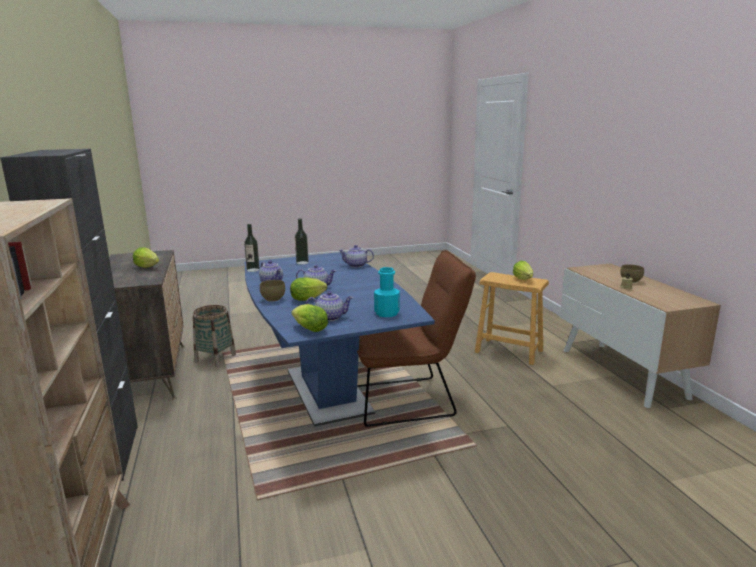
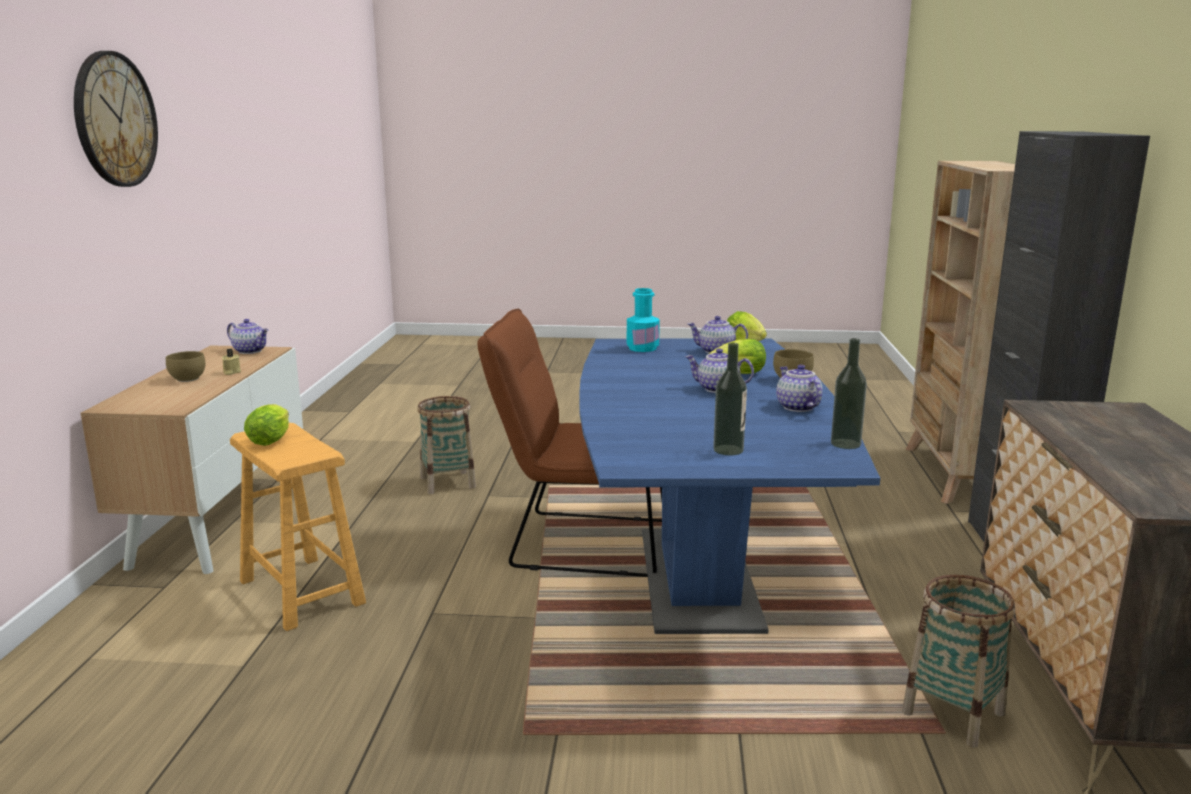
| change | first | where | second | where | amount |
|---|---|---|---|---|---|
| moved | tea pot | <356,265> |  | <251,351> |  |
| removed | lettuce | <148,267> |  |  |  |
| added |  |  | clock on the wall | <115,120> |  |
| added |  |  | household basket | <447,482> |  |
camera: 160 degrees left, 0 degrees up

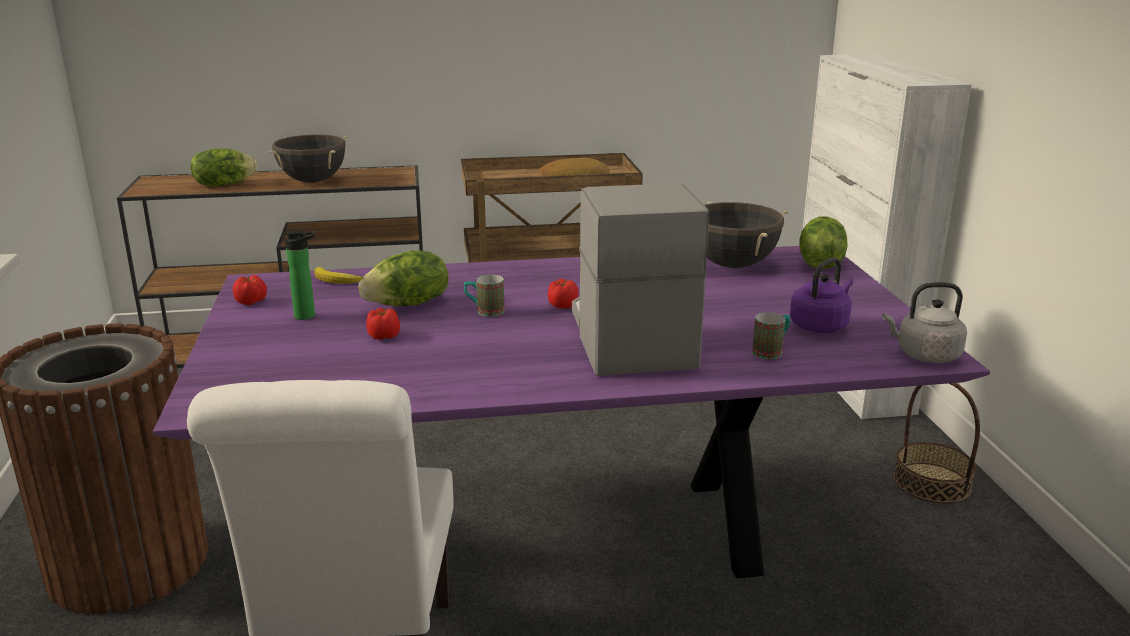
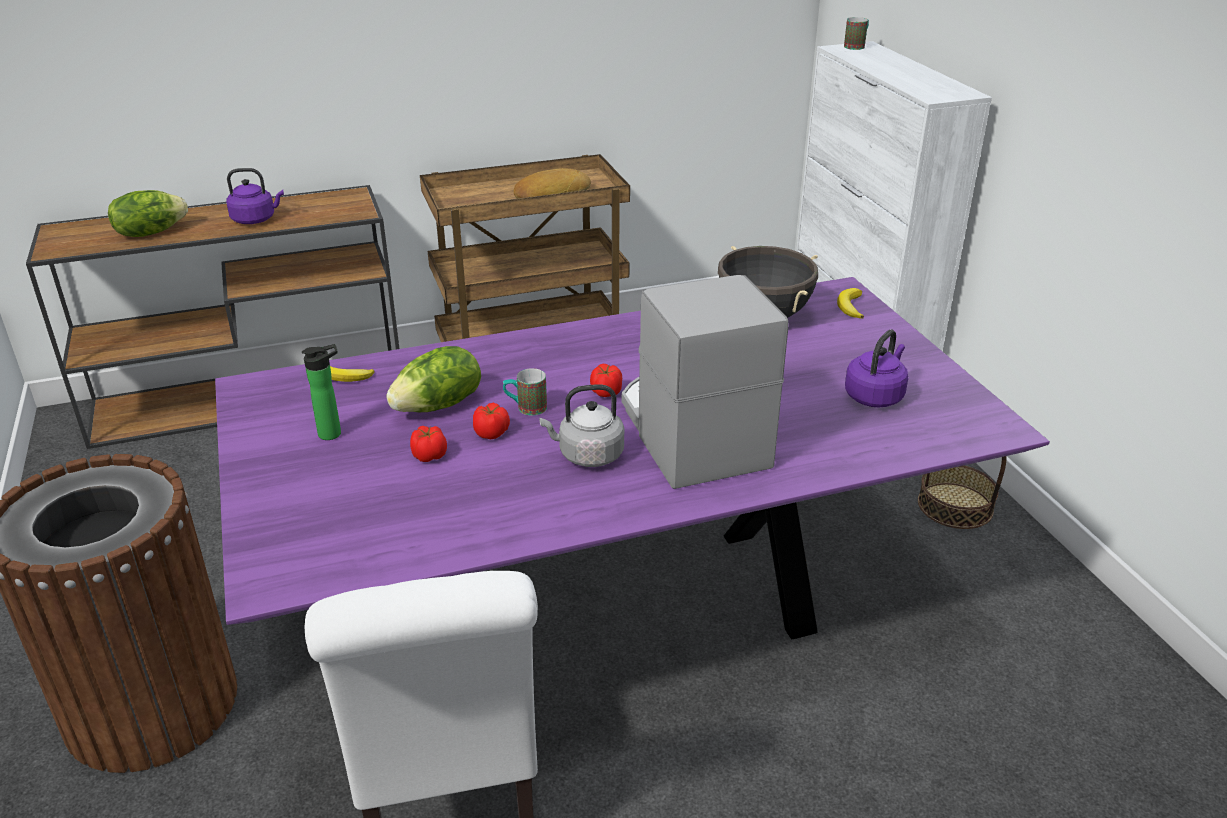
| change | first | where | second | where | amount |
|---|---|---|---|---|---|
| replaced | blackish stockpot | <313,181> | purplish kettle | <256,219> |  |
| replaced | lettuce | <819,263> | whole banana | <850,306> |  |
| moved | whole tomato | <251,302> |  | <492,433> |  |
| moved | greyish kettle | <924,355> |  | <587,455> |  |
| moved | coffee mug | <771,351> |  | <856,46> |  |
camera: 10 degrees left, 10 degrees up

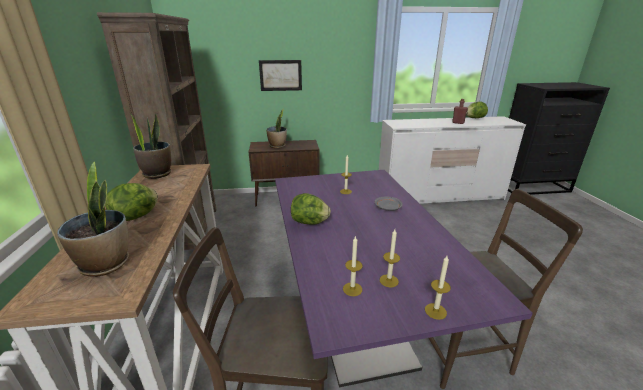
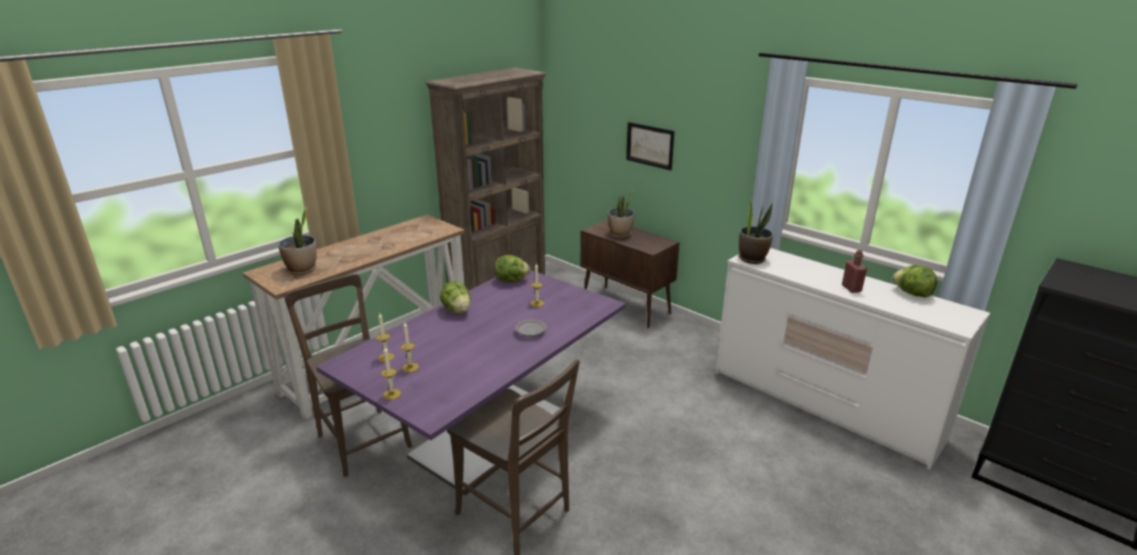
| change | first | where | second | where | amount |
|---|---|---|---|---|---|
| moved | plant in a pot | <157,174> |  | <752,259> |  |
| moved | lettuce | <137,216> |  | <511,280> |  |
camera: 50 degrees right, 0 degrees up

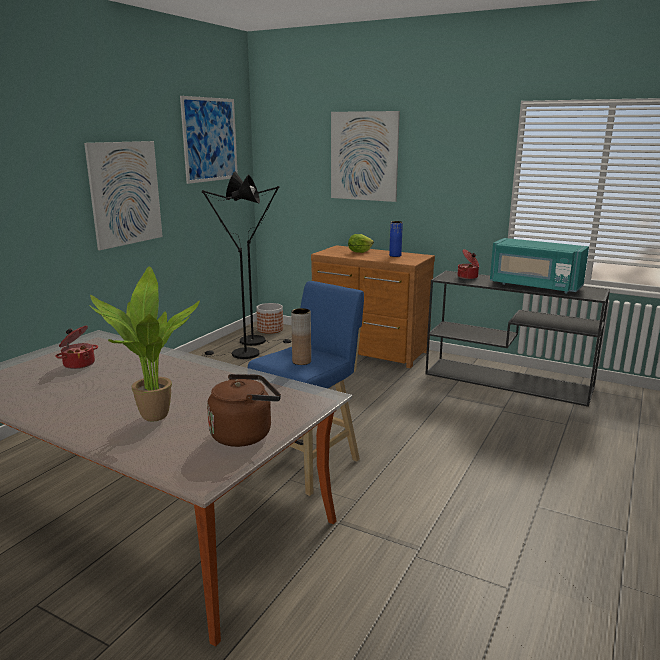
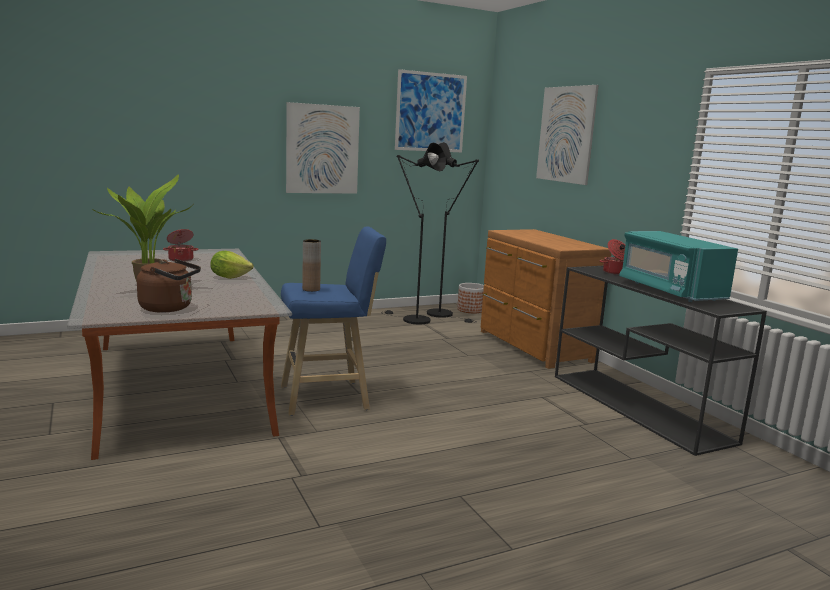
| change | first | where | second | where | amount |
|---|---|---|---|---|---|
| removed | blue-coloured flower vase | <395,255> |  |  |  |
| moved | lettuce | <359,252> |  | <229,277> |  |
camera: 35 degrees right, 5 degrees down

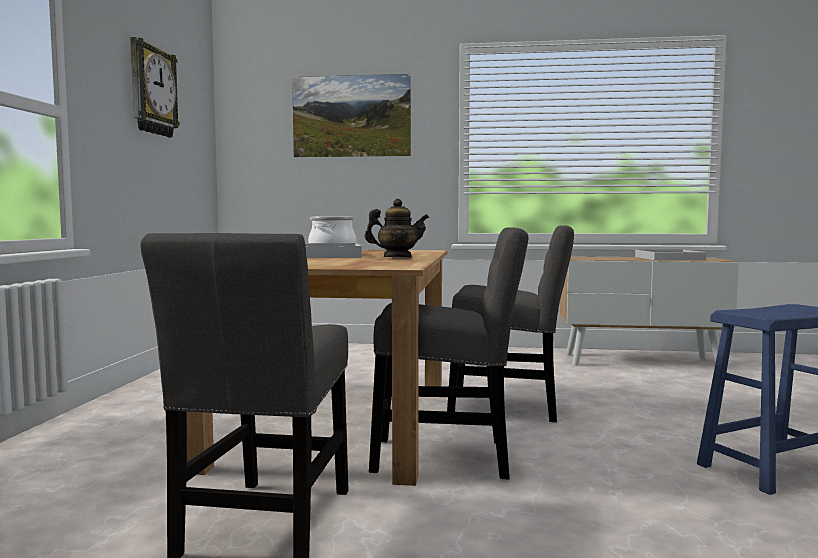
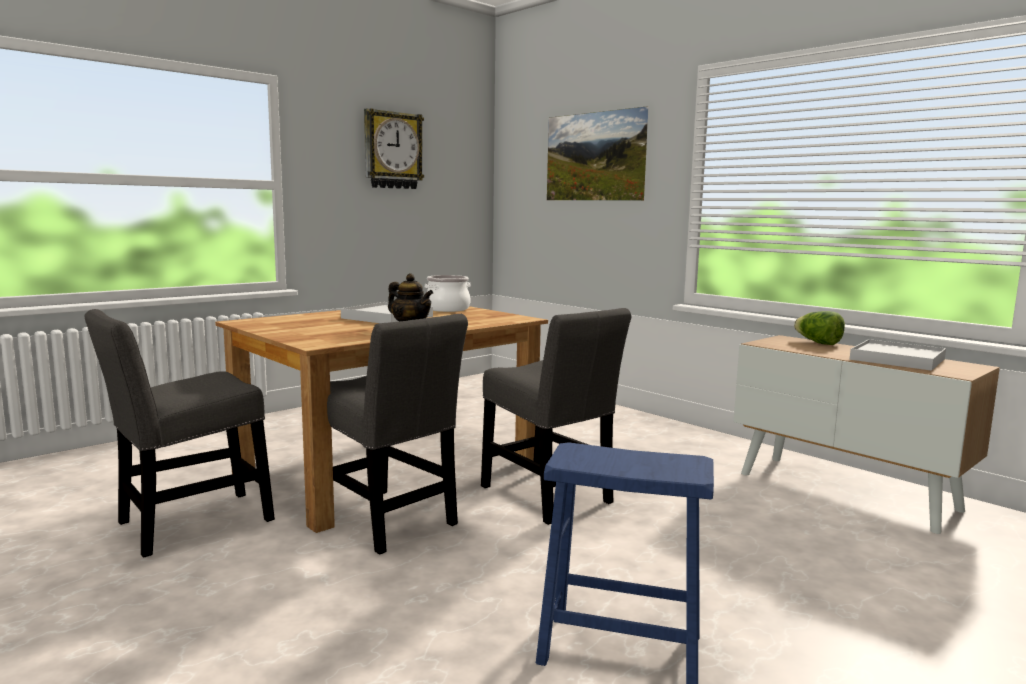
| change | first | where | second | where | amount |
|---|---|---|---|---|---|
| added |  |  | lettuce | <818,343> |  |
camera: 40 degrees right, 5 degrees up

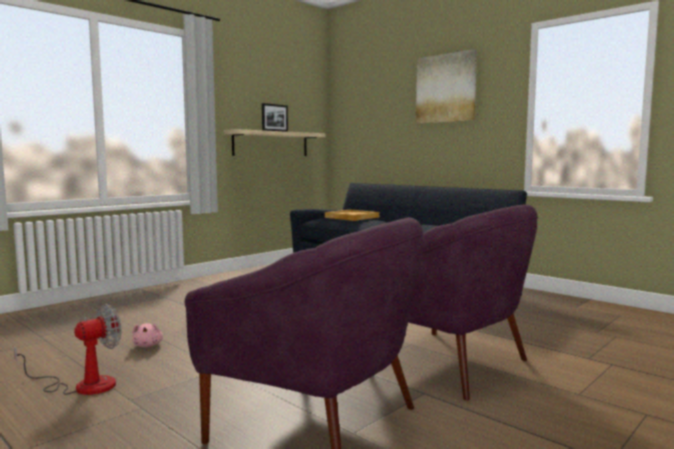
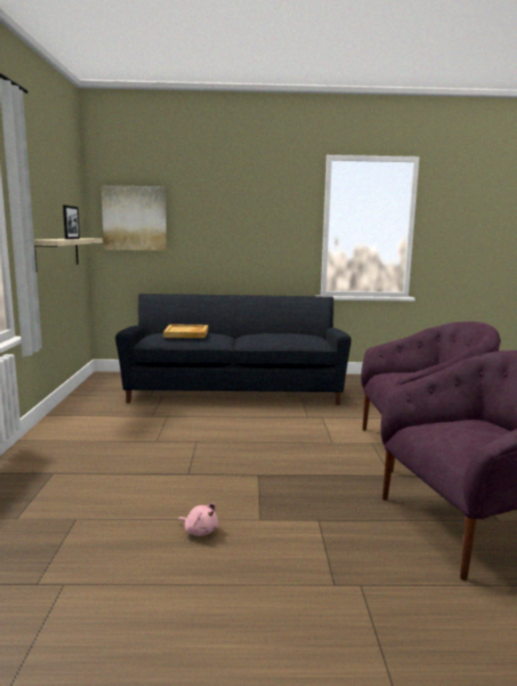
| change | first | where | second | where | amount |
|---|---|---|---|---|---|
| moved | picture | <446,88> |  | <134,218> |  |
| removed | cooling fan | <83,385> |  |  |  |
camera: 45 degrees left, 5 degrees up

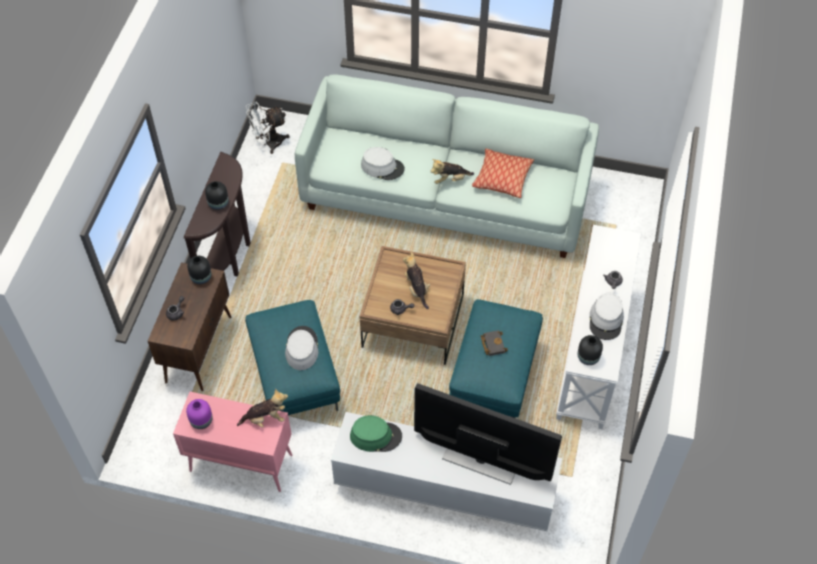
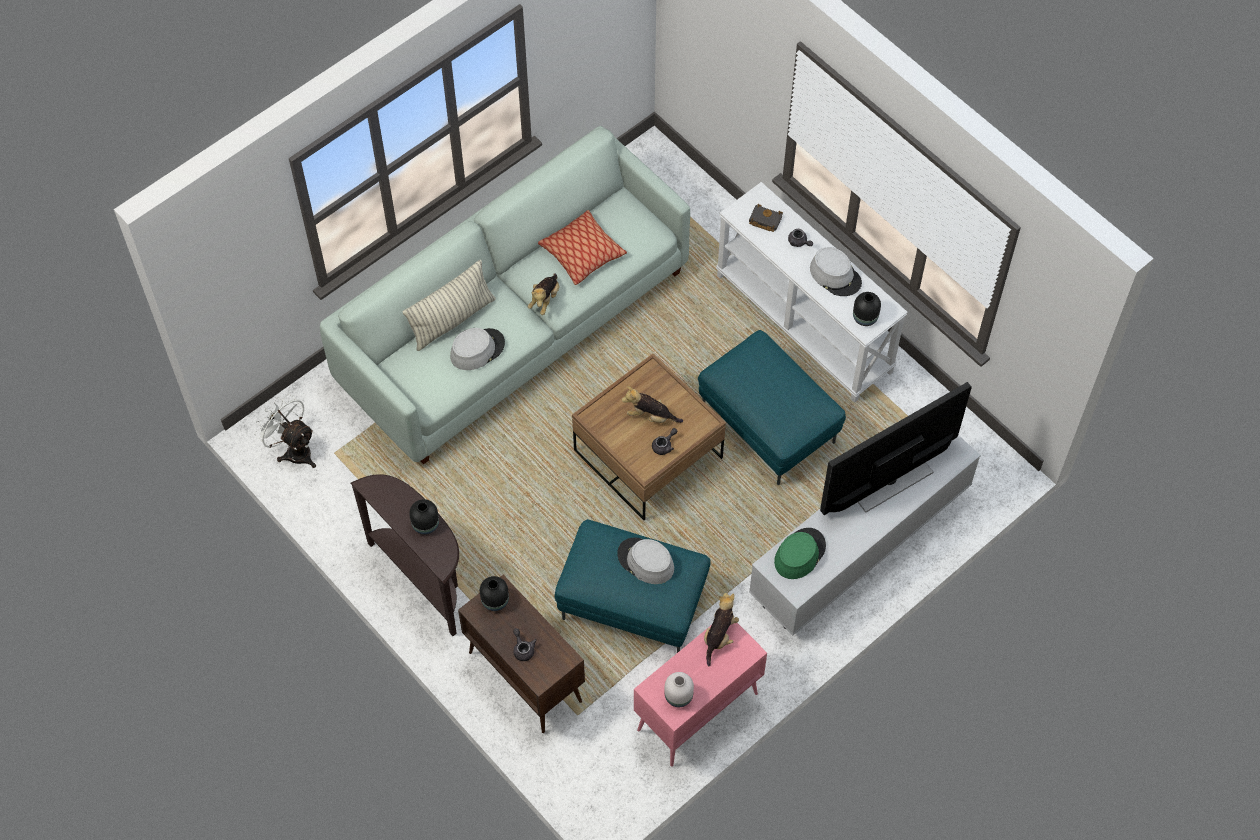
| change | first | where | second | where | amount |
|---|---|---|---|---|---|
| turned | whitish cooling fan | <269,143> |  | <294,450> | 120 degrees clockwise |
| moved | blackish volume | <492,344> |  | <764,220> |  |
| recoloured | purplish flower vase | <201,420> | whitish flower vase | <678,696> |  |
| added |  |  | throw pillow | <452,320> |  |
camera: 55 degrees left, 5 degrees up

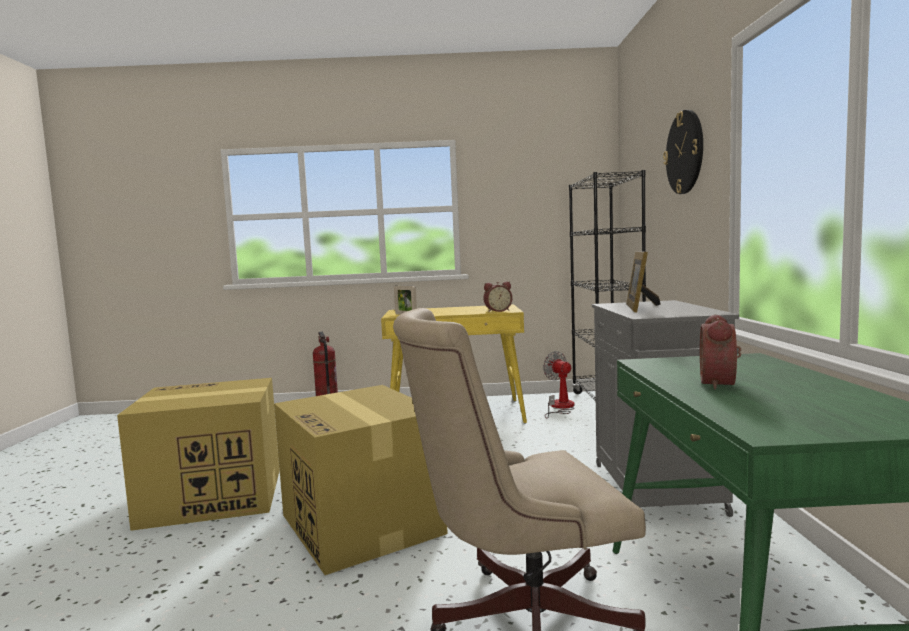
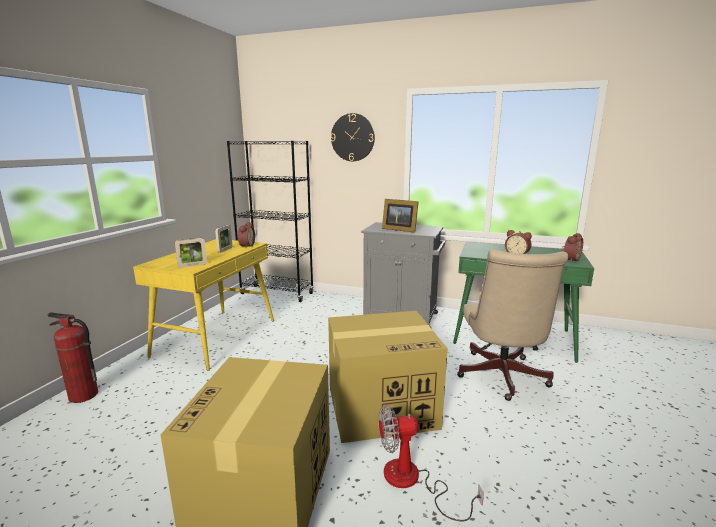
| change | first | where | second | where | amount |
|---|---|---|---|---|---|
| moved | cooling fan | <560,407> |  | <412,481> |  |
| added |  |  | standing frame | <225,250> |  |
| added |  |  | table clock | <569,259> |  |
camera: 70 degrees left, 10 degrees up

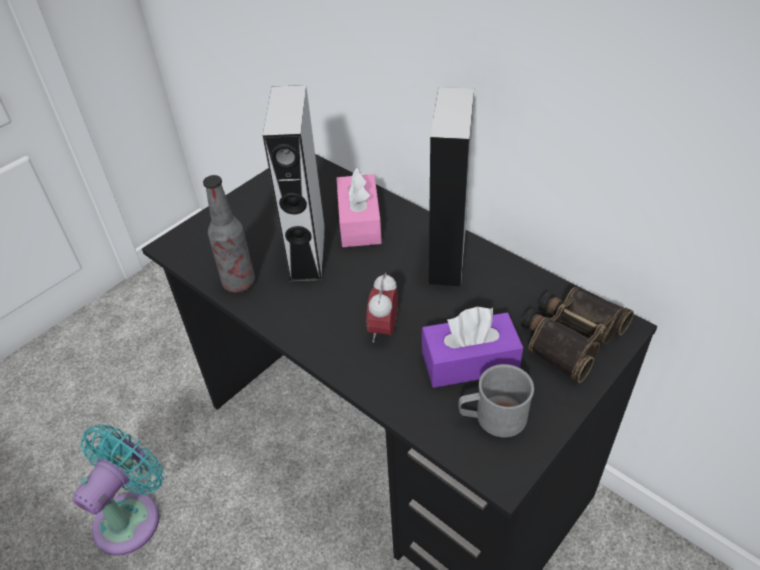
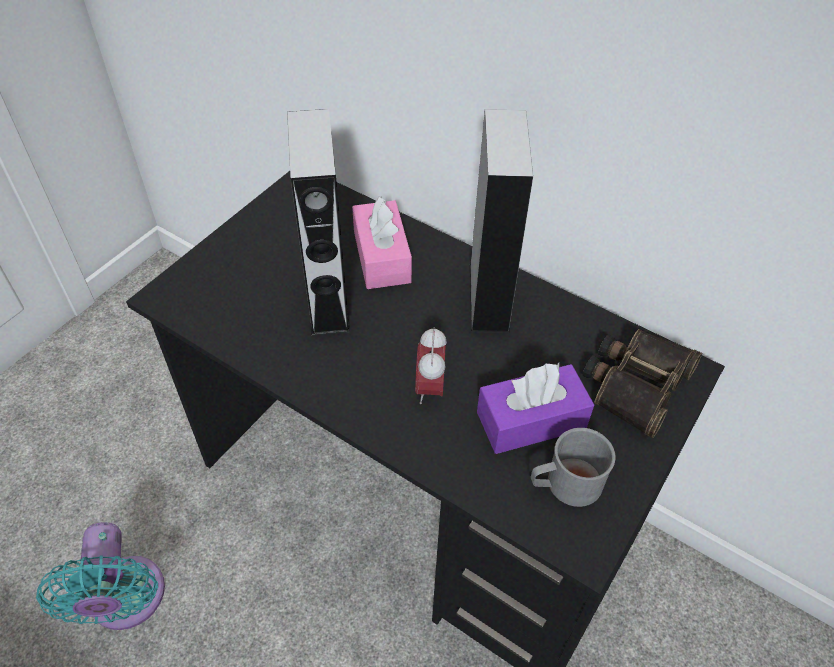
| change | first | where | second | where | amount |
|---|---|---|---|---|---|
| removed | beverage bottle | <239,283> |  |  |  |
| turned | turquoise-coloured cooling fan | <132,516> |  | <126,602> | 150 degrees clockwise |
camera: 10 degrees left, 5 degrees up

